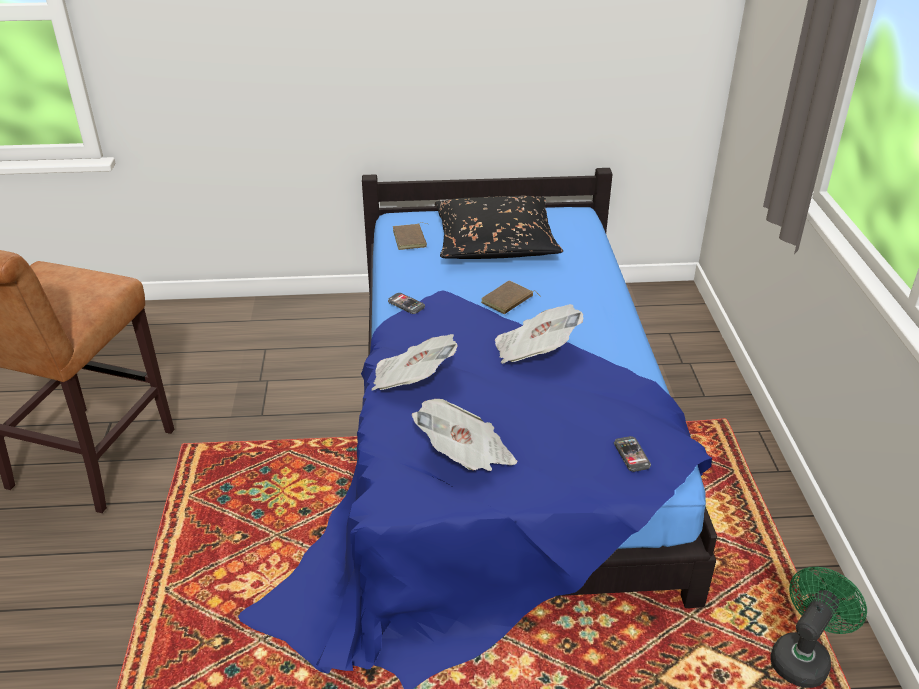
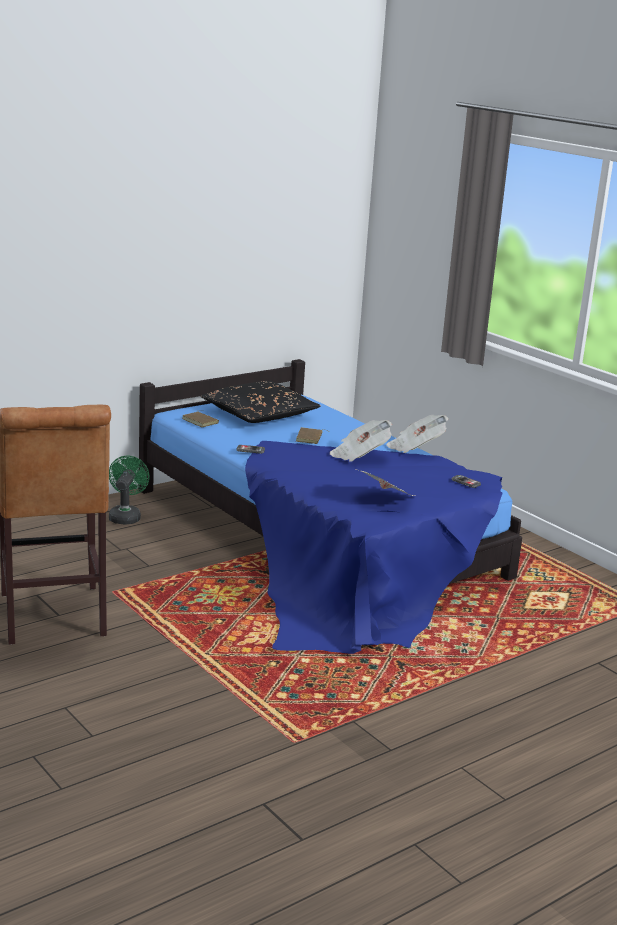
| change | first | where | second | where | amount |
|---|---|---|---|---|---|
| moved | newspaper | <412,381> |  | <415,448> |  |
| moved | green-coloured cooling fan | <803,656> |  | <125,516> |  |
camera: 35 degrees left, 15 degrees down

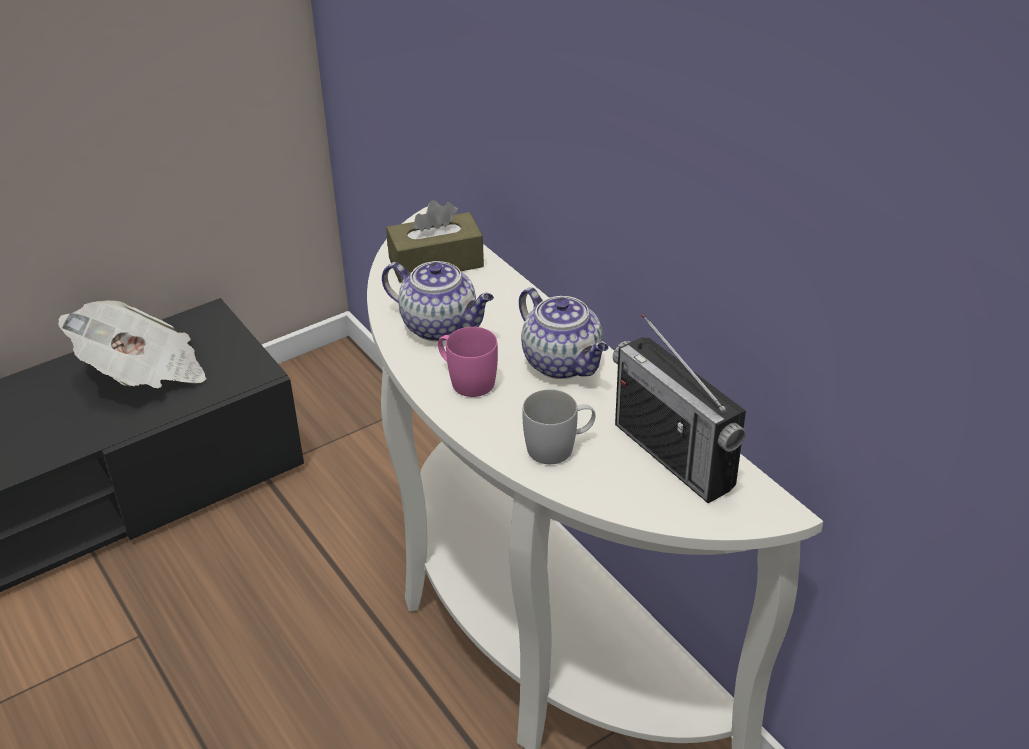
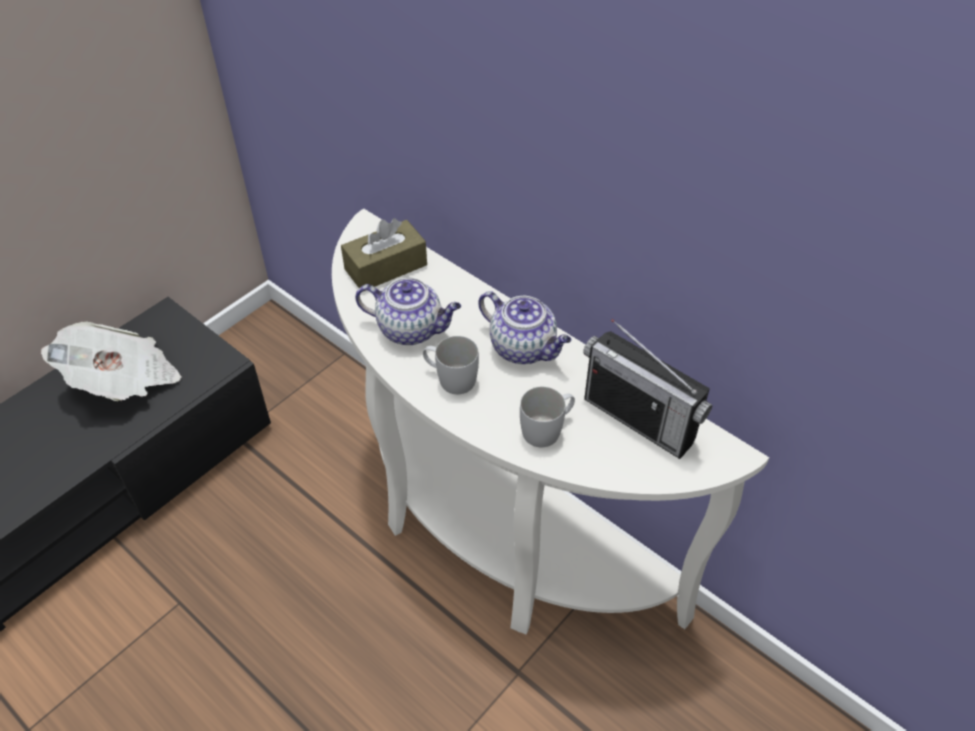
| change | first | where | second | where | amount |
|---|---|---|---|---|---|
| recoloured | pink-coloured coffee mug | <466,380> | whitish coffee mug | <450,378> |  |
camera: 15 degrees left, 10 degrees up

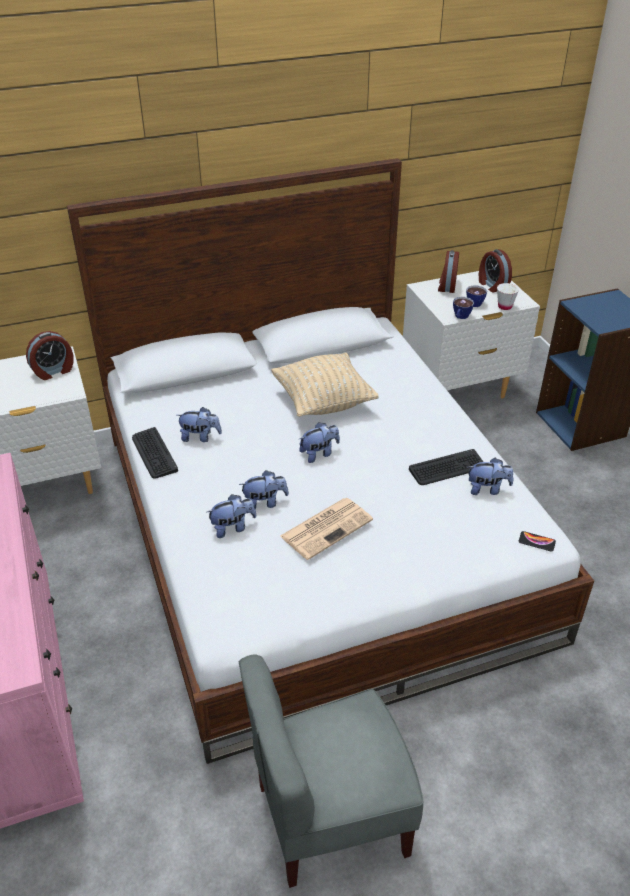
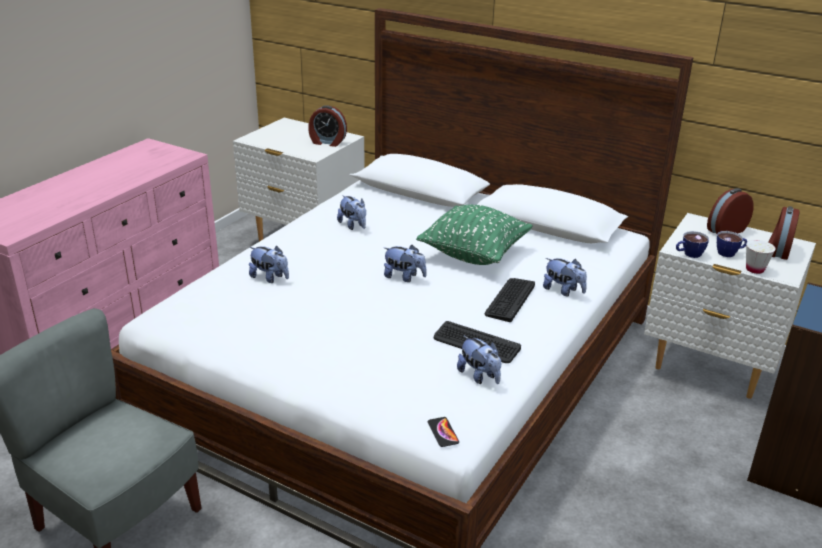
| change | first | where | second | where | amount |
|---|---|---|---|---|---|
| recoloured | beige throw pillow | <323,402> | green-coloured throw pillow | <474,254> |  |
| moved | keyboard | <154,453> |  | <510,300> |  |
| moved | soft toy | <264,503> |  | <563,291> |  |
| removed | newspaper | <327,527> |  |  |  |
camera: 50 degrees right, 10 degrees down

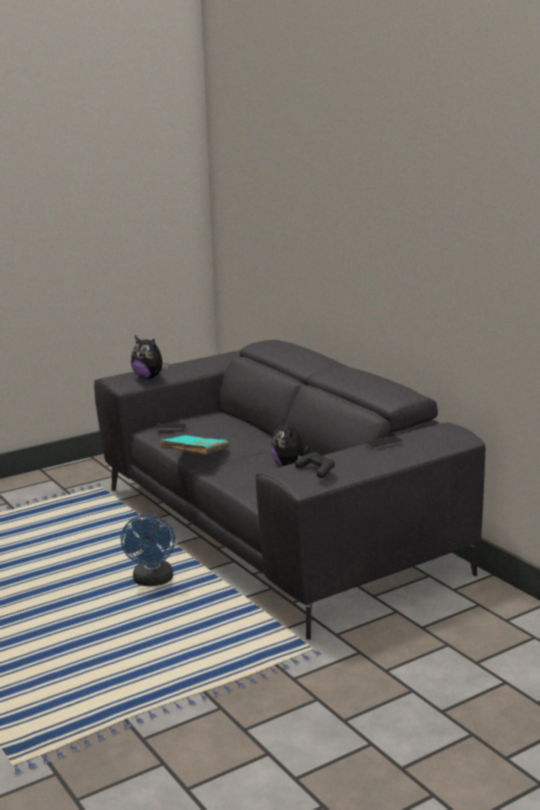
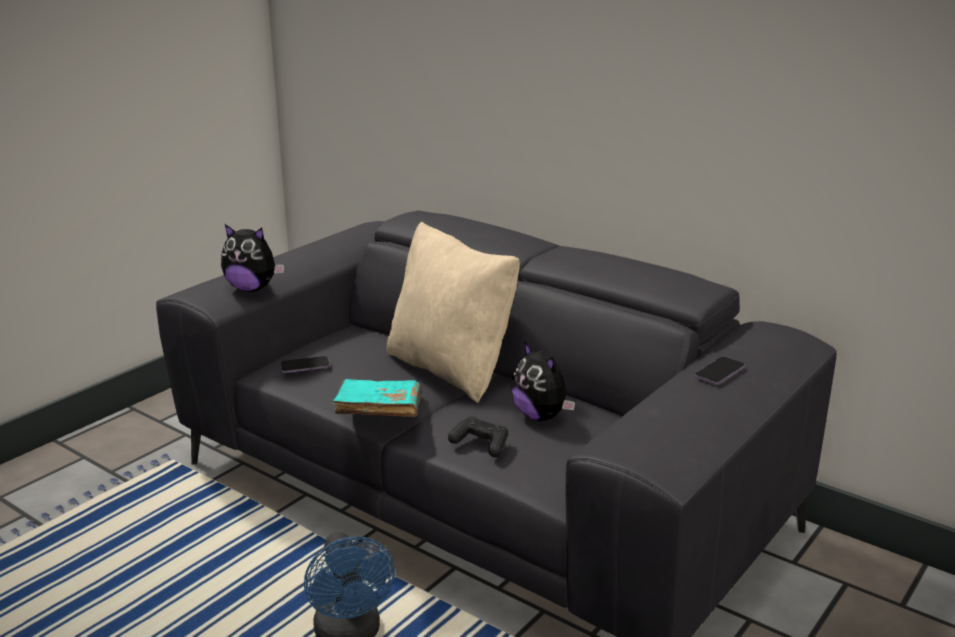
| change | first | where | second | where | amount |
|---|---|---|---|---|---|
| moved | blackish game controller | <316,470> |  | <480,444> |  |
| added |  |  | beige throw pillow | <451,369> |  |
camera: 20 degrees left, 5 degrees up

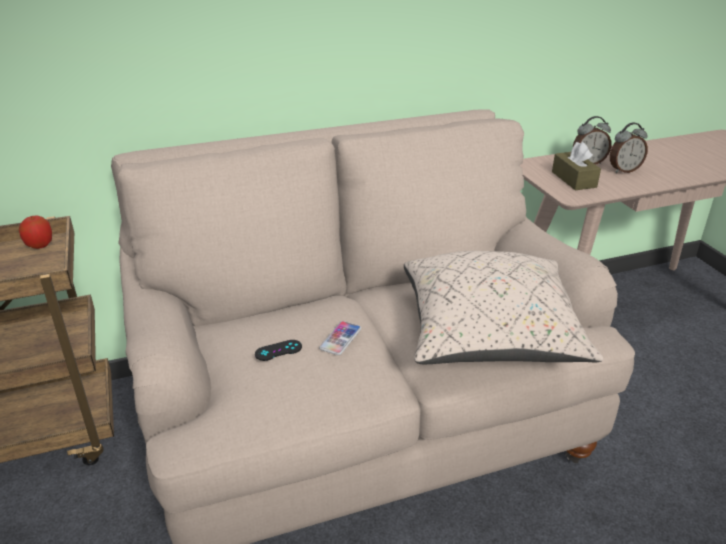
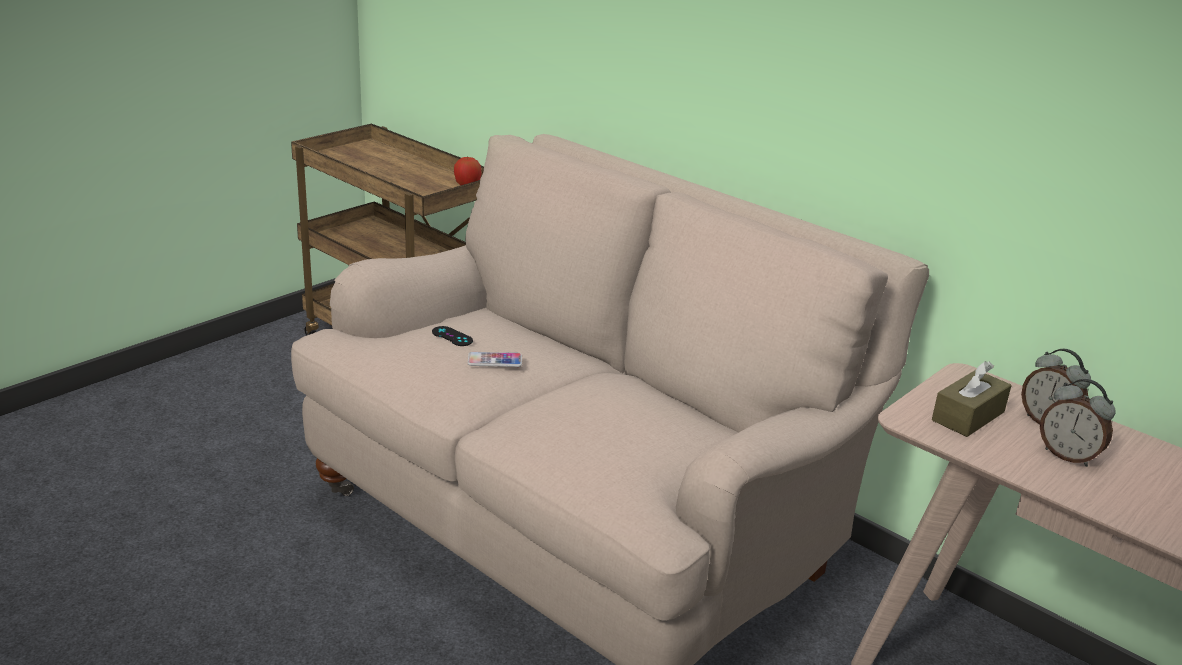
| change | first | where | second | where | amount |
|---|---|---|---|---|---|
| removed | beige throw pillow | <489,335> |  |  |  |
camera: 60 degrees right, 5 degrees down

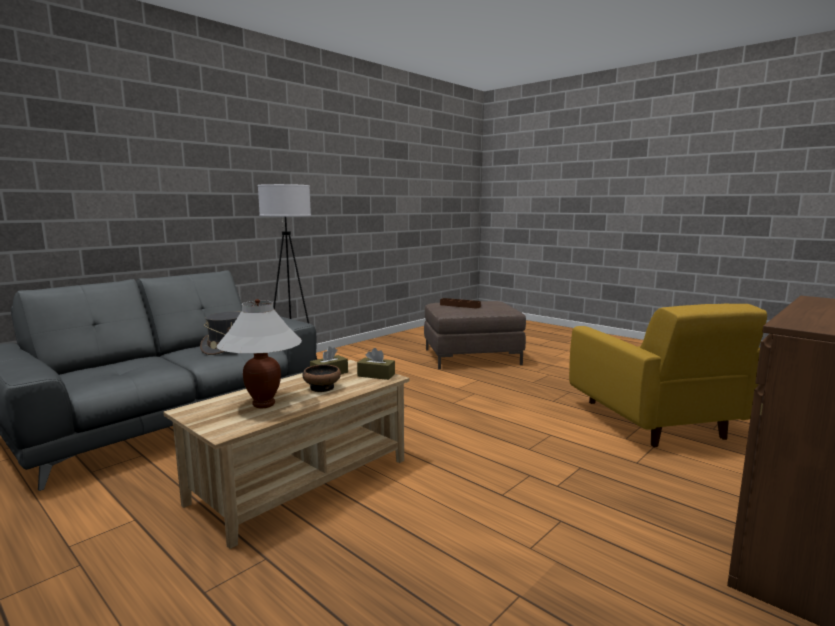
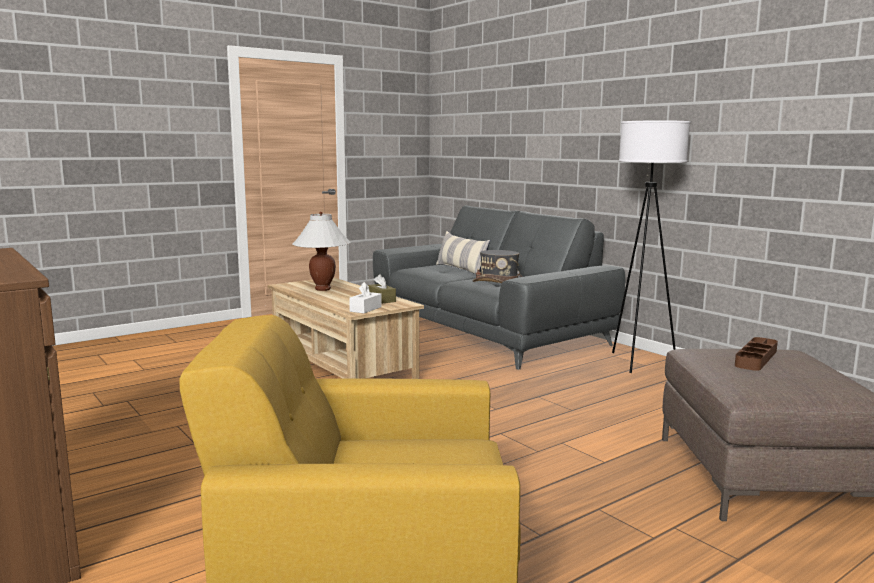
| change | first | where | second | where | amount |
|---|---|---|---|---|---|
| recoloured | brownish box of tissues | <376,375> | whitish box of tissues | <365,309> |  |
| removed | bowl | <322,388> |  |  |  |
| added |  |  | throw pillow | <461,269> |  |
camera: 100 degrees right, 0 degrees up

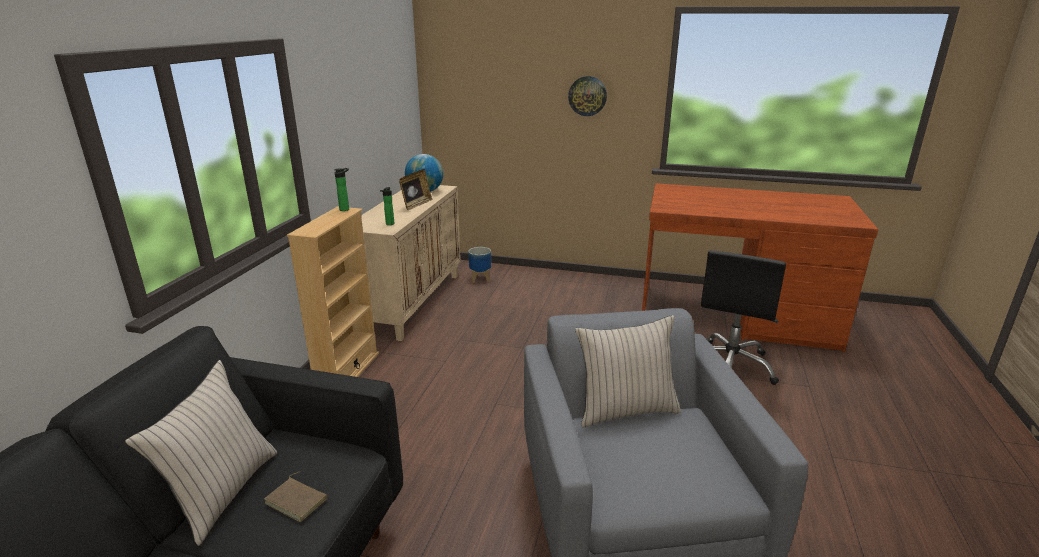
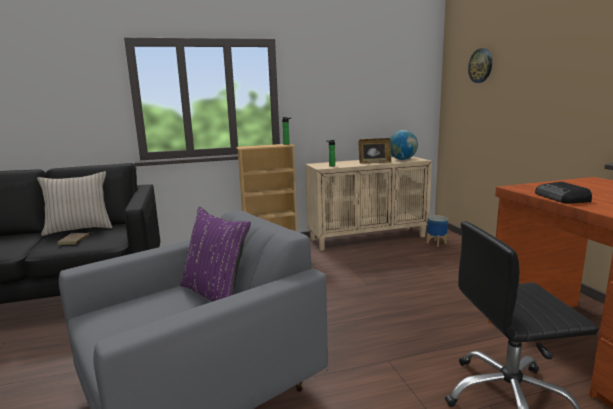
| change | first | where | second | where | amount |
|---|---|---|---|---|---|
| moved | clock on the wall | <587,96> |  | <480,65> |  |
| recoloured | beige throw pillow | <625,410> | purplish throw pillow | <216,295> |  |
| added |  |  | radio | <562,198> |  |
camera: 60 degrees right, 10 degrees down

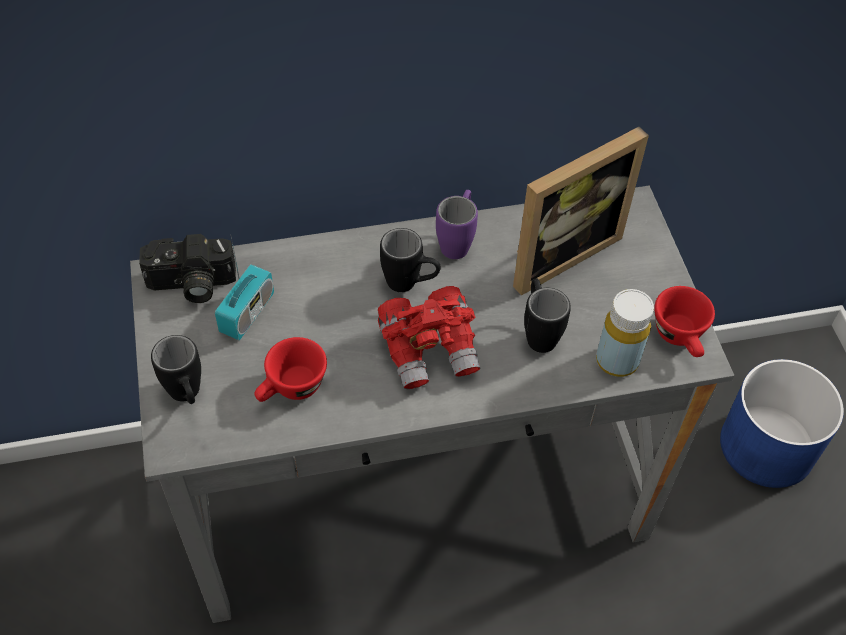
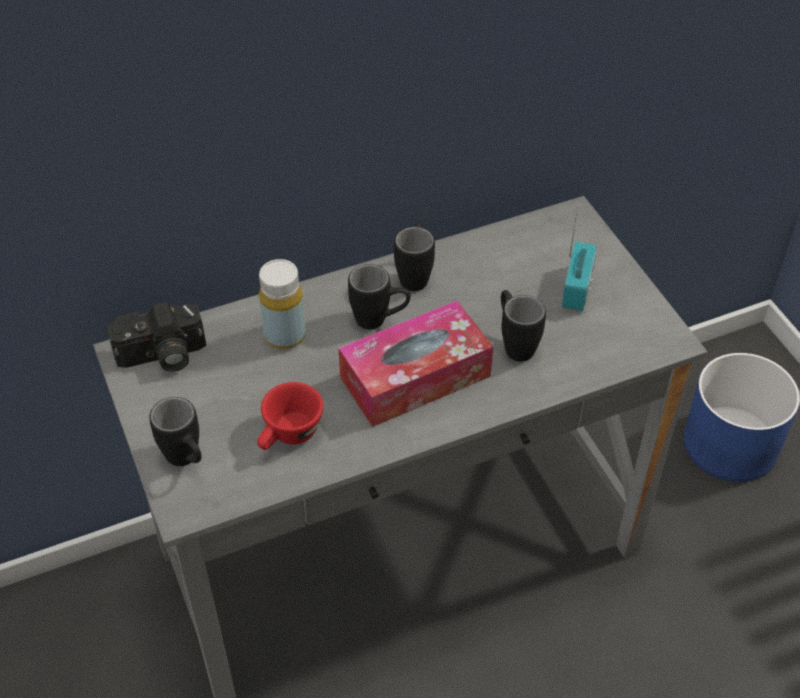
| change | first | where | second | where | amount |
|---|---|---|---|---|---|
| removed | standing frame | <558,252> |  |  |  |
| recoloured | purplish coffee mug | <457,241> | blackish coffee mug | <415,274> |  |
| moved | radio | <247,313> |  | <577,288> |  |
| replaced | red-coloured binoculars | <430,350> | box of tissues | <415,377> |  |
| removed | red-coloured drinking cup | <681,338> |  |  |  |
| moved | yellow-coloured beverage bottle | <617,360> |  | <285,335> |  |
camera: 10 degrees left, 5 degrees down

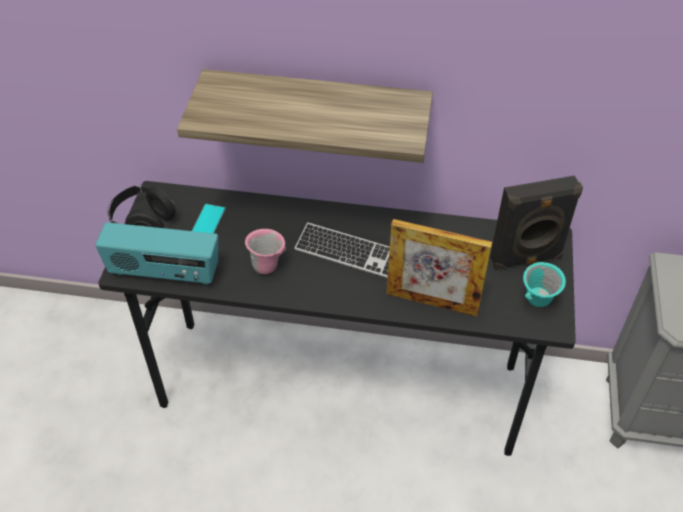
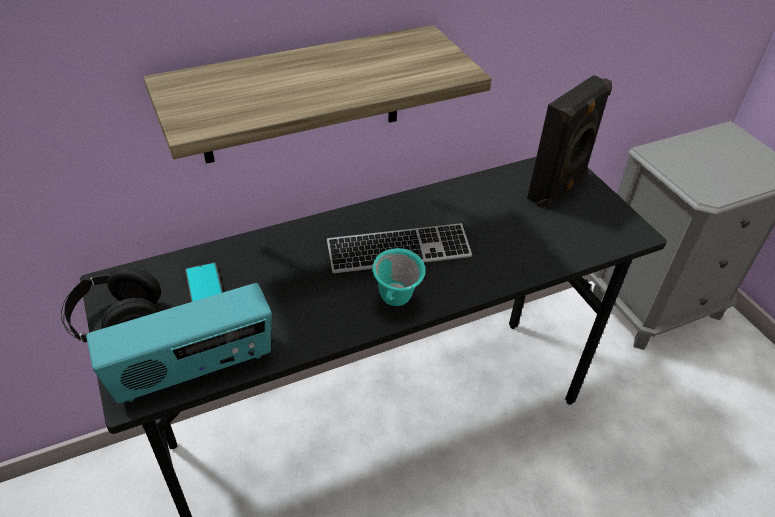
| change | first | where | second | where | amount |
|---|---|---|---|---|---|
| removed | standing frame | <432,302> |  |  |  |
| removed | pink-coloured coffee mug | <267,266> |  |  |  |
| moved | turquoise-coloured coffee mug | <537,303> |  | <397,302> |  |
camera: 35 degrees left, 5 degrees down

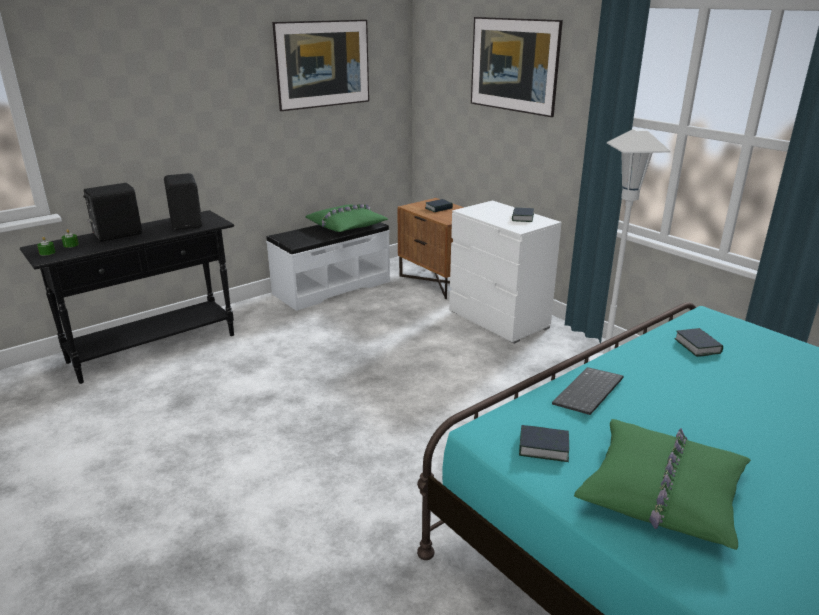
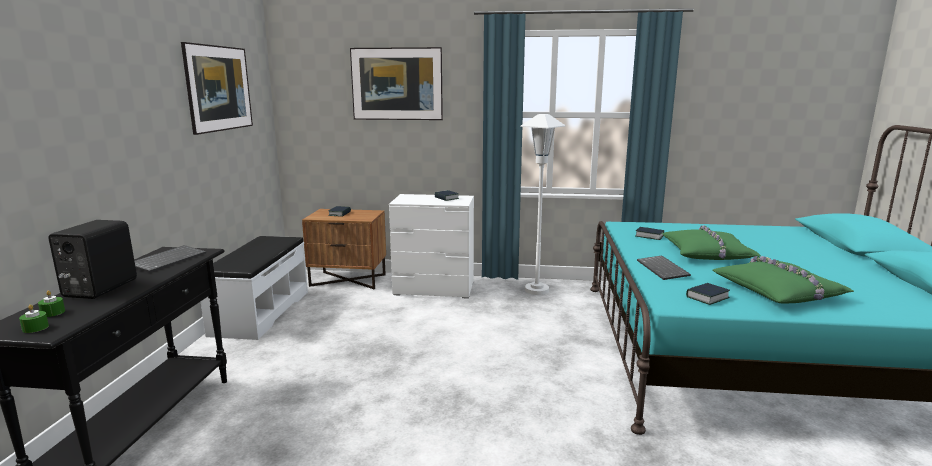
| change | first | where | second | where | amount |
|---|---|---|---|---|---|
| replaced | blackish loudspeaker | <187,223> | keyboard | <168,260> |  |
| moved | green-coloured throw pillow | <347,226> |  | <707,253> |  |
camera: 45 degrees left, 10 degrees down

